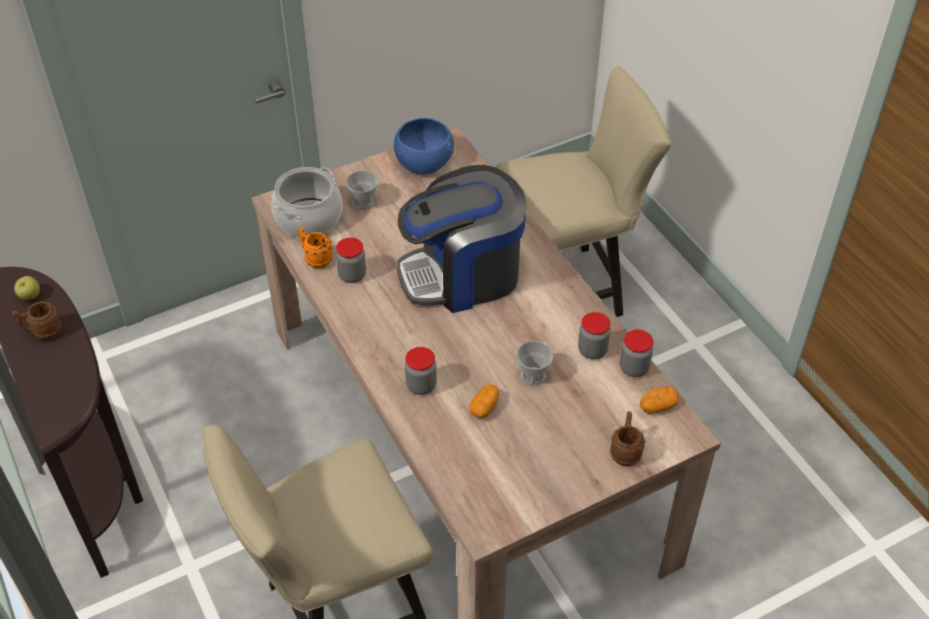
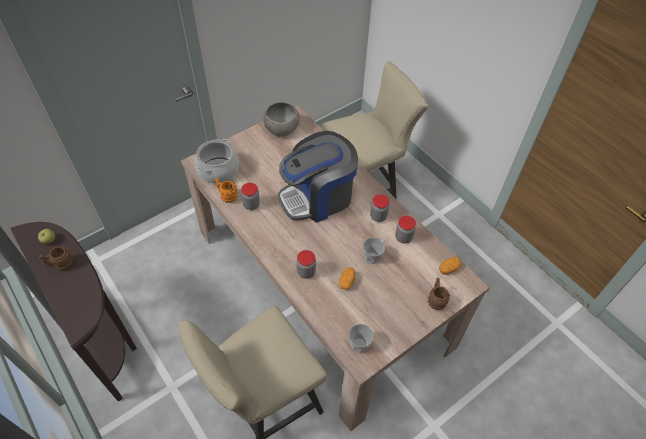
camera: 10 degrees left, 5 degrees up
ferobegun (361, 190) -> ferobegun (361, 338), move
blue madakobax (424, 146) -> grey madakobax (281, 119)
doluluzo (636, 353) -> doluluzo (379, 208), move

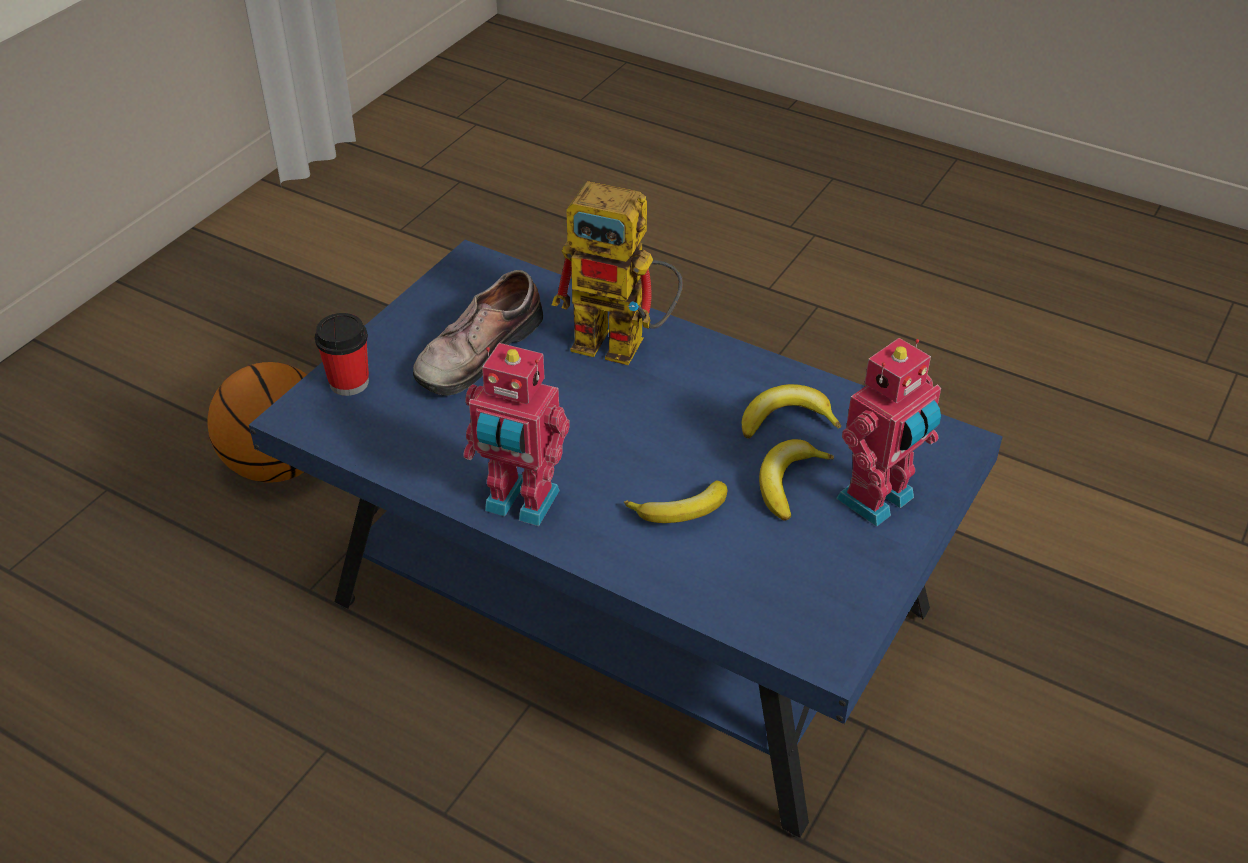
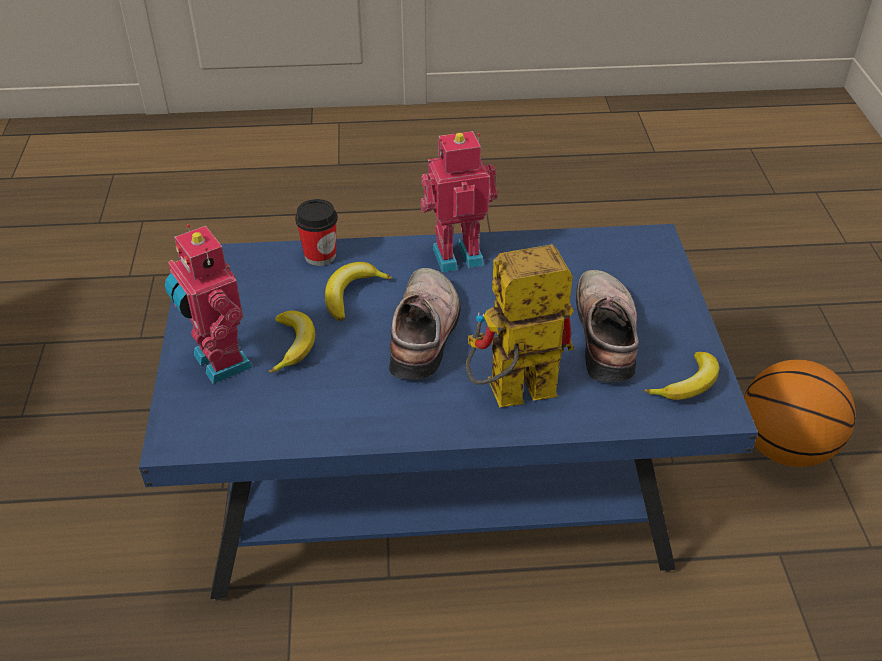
camera: 145 degrees right, 0 degrees up
ferobegun (342, 354) -> ferobegun (316, 232), move
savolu (791, 411) -> savolu (681, 376), move
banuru (888, 432) -> banuru (209, 304), 45 degrees counterclockwise
none -> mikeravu (424, 323)

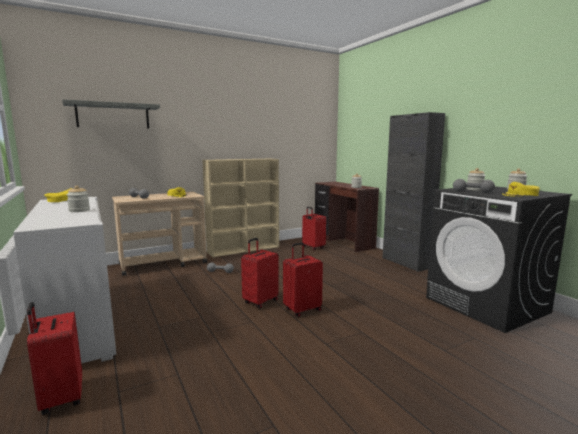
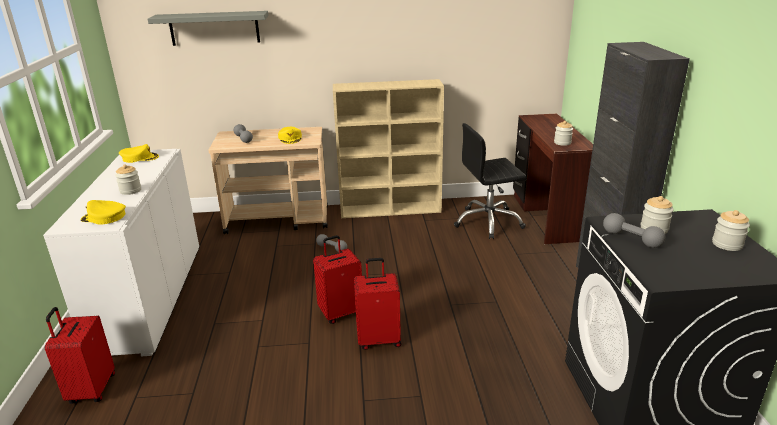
camera: 25 degrees right, 15 degrees up
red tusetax (314, 228) -> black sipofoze (490, 181)
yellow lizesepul (521, 189) -> yellow lizesepul (103, 212), move

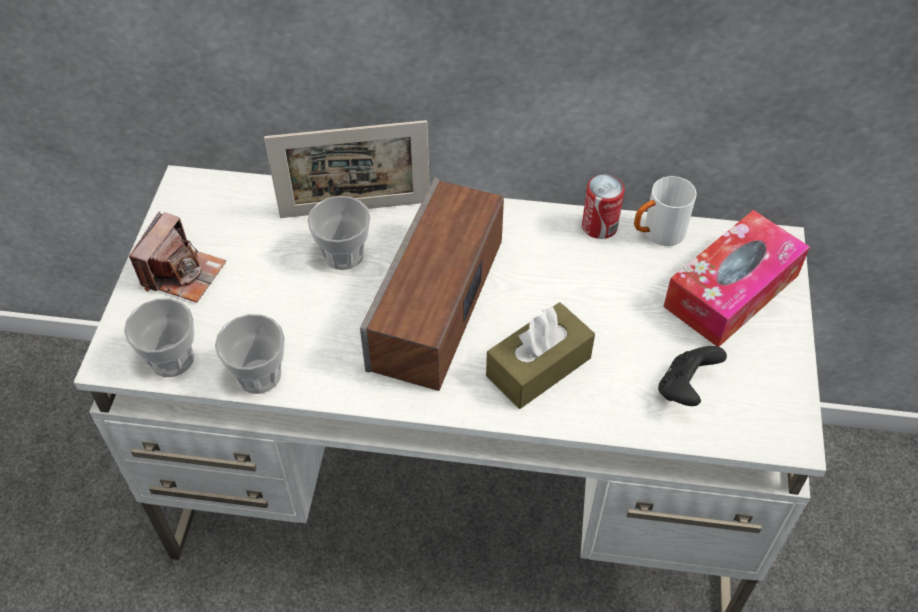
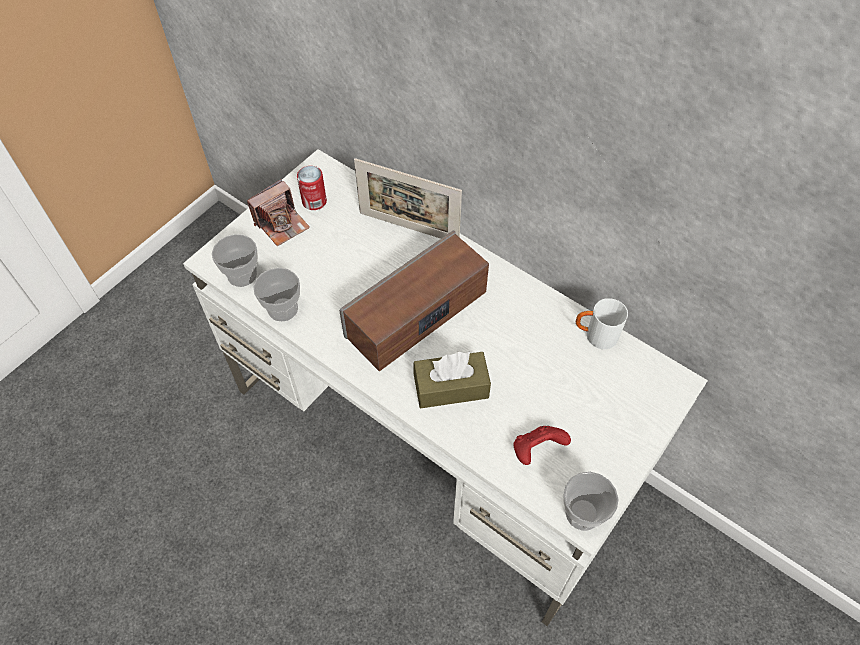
camera: 30 degrees right, 5 degrees up
ferobegun (338, 233) -> ferobegun (591, 501), move
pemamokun (603, 206) -> pemamokun (312, 188), move
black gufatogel (692, 376) -> red gufatogel (542, 445)
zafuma (736, 278) -> none

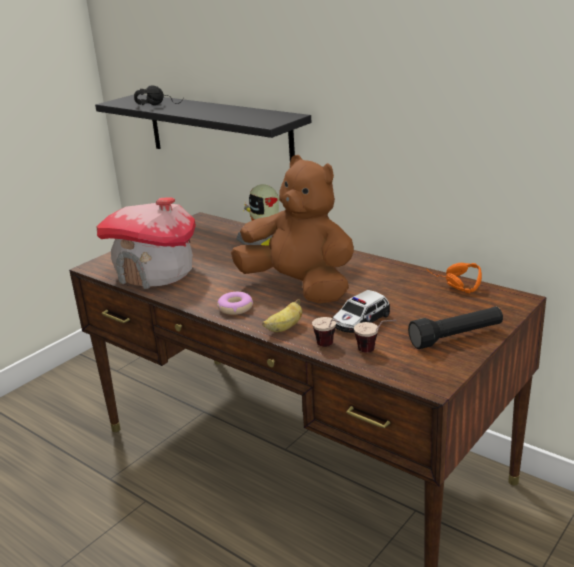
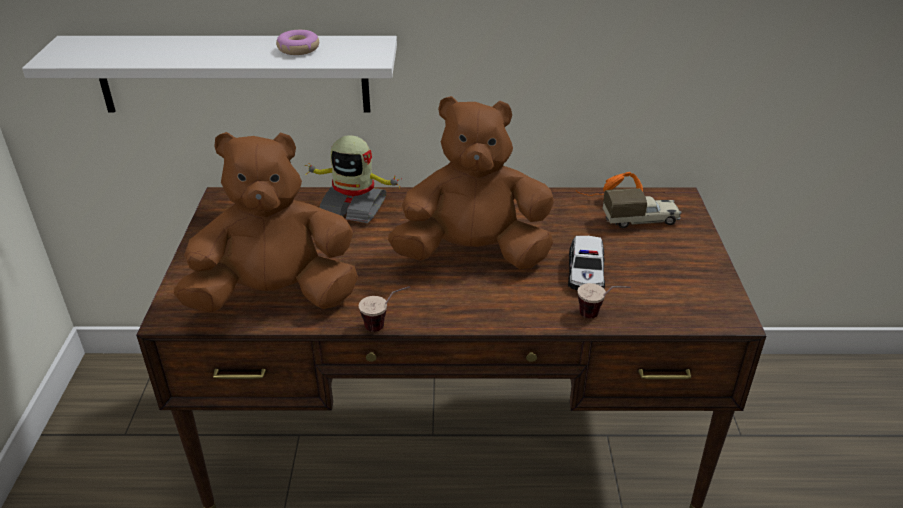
camera: 40 degrees left, 10 degrees up
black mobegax (203, 127) -> white mobegax (209, 74)
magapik (146, 243) -> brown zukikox (266, 222)
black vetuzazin (159, 95) -> none
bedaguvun (235, 303) -> bedaguvun (297, 42), move
savolu (282, 315) -> none
ferobegun (375, 336) -> ferobegun (384, 309), move
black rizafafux (455, 328) -> none
none -> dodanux (642, 208)

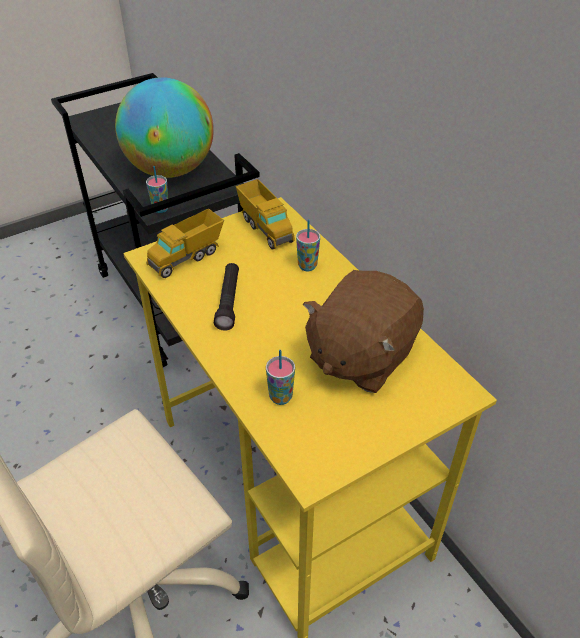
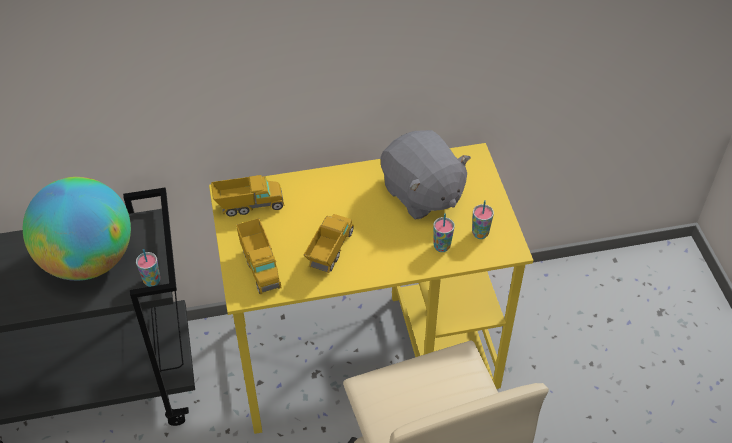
camera: 70 degrees left, 5 degrees up
black rizafafux (226, 297) -> dodanux (329, 243)
ferobegun (308, 245) -> ferobegun (483, 219), move
brown zukikox (363, 331) -> grey zukikox (425, 175)

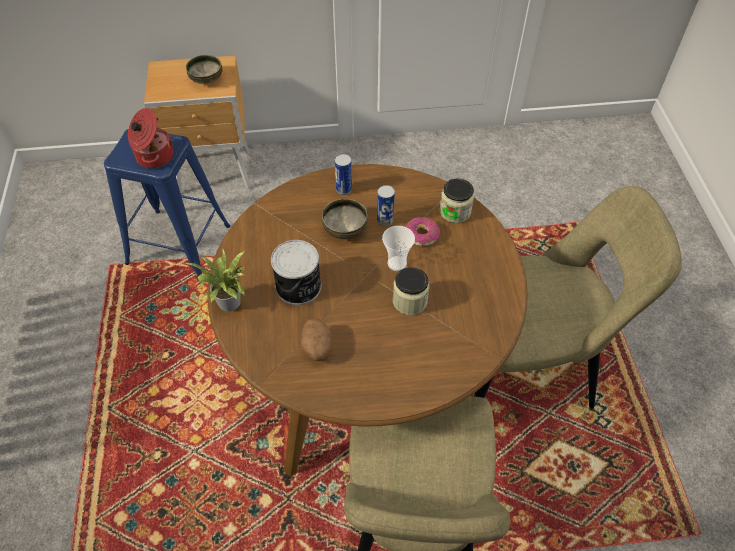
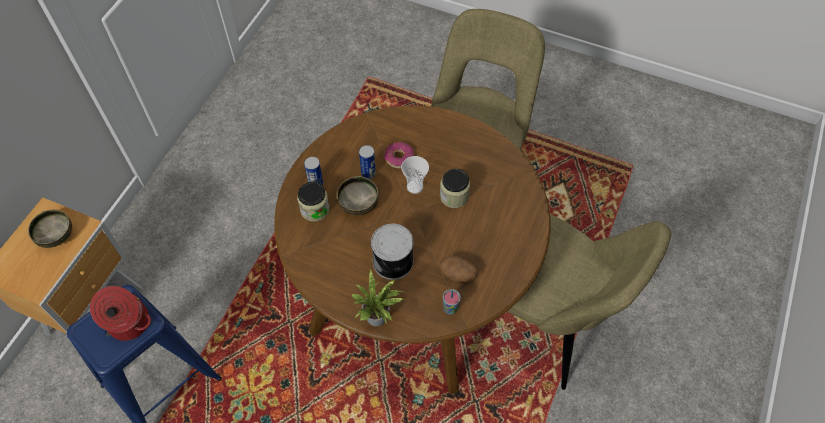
camera: 60 degrees left, 5 degrees up
doluluzo (457, 201) -> doluluzo (313, 202), move
none -> ferobegun (452, 302)

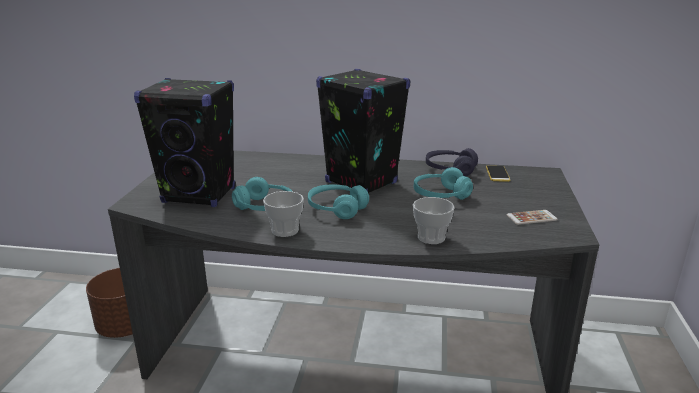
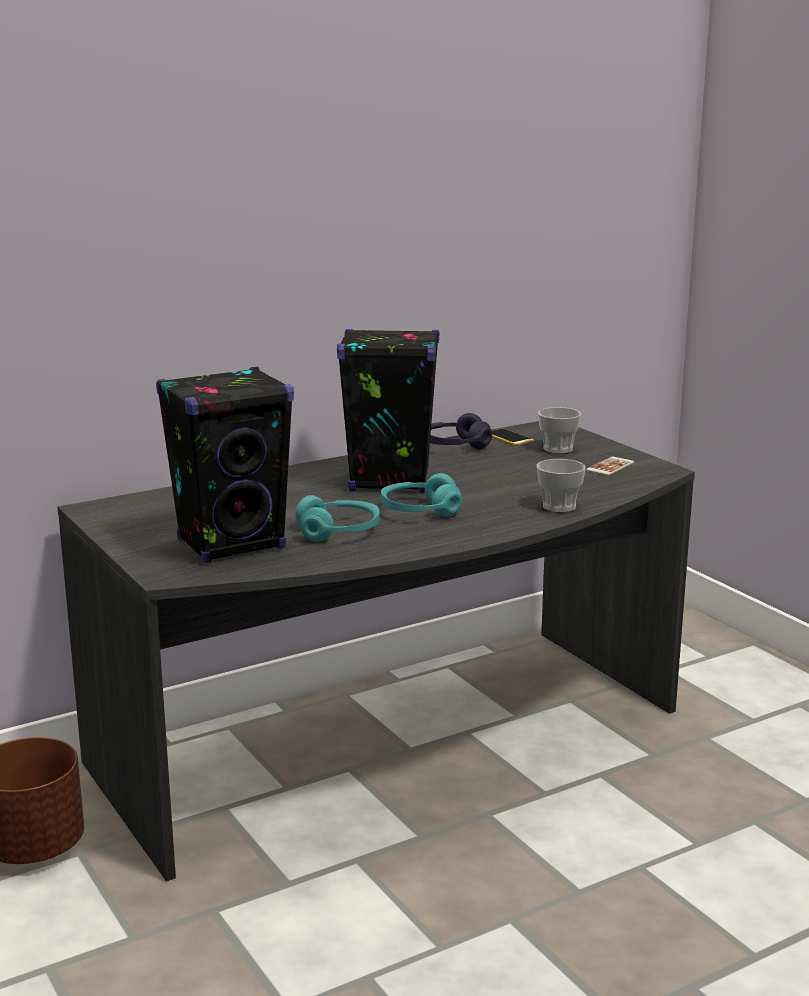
camera: 40 degrees left, 5 degrees down
ferobegun (283, 214) -> ferobegun (559, 430), move
turquoise vetuzazin (443, 183) -> none

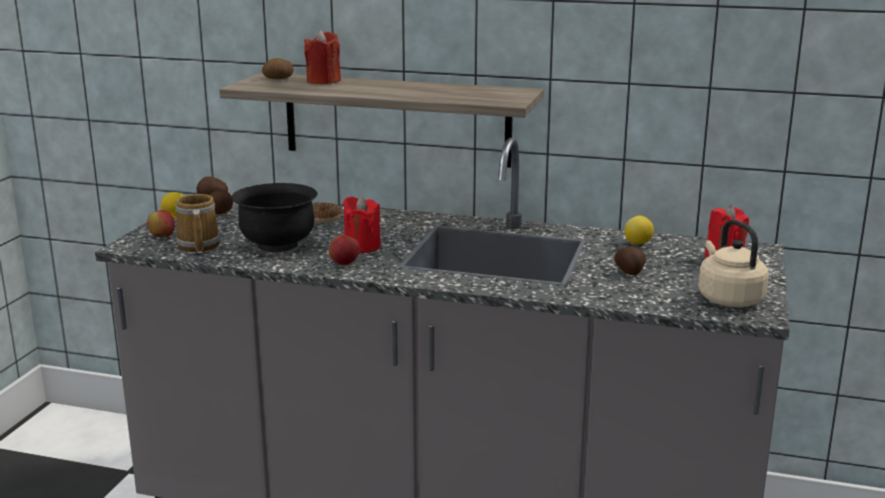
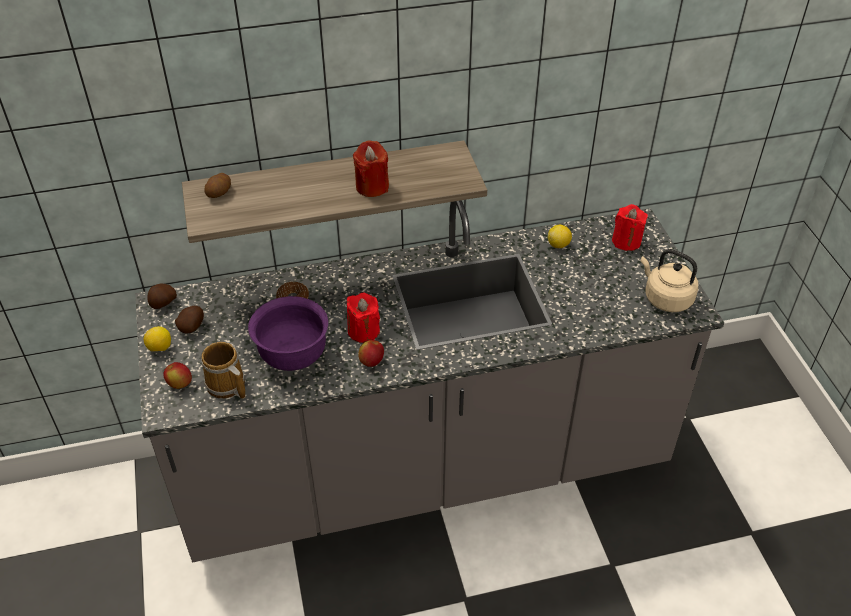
camera: 30 degrees left, 25 degrees up
black madakobax (274, 217) -> purple madakobax (288, 333)
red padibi (322, 57) -> red padibi (371, 168), move
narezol (630, 261) -> none

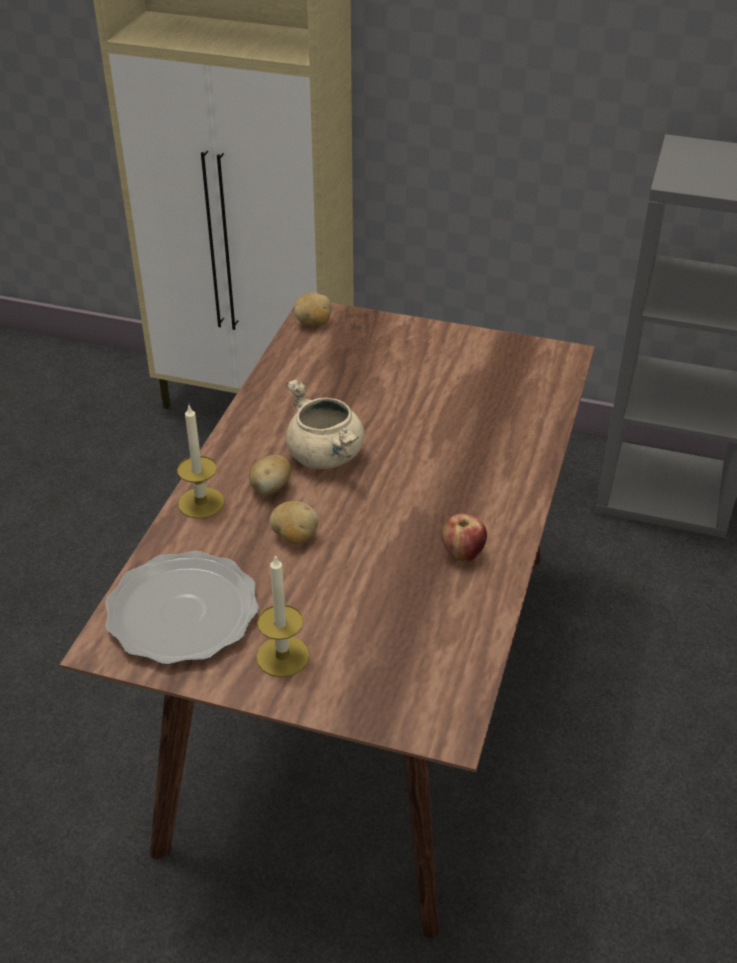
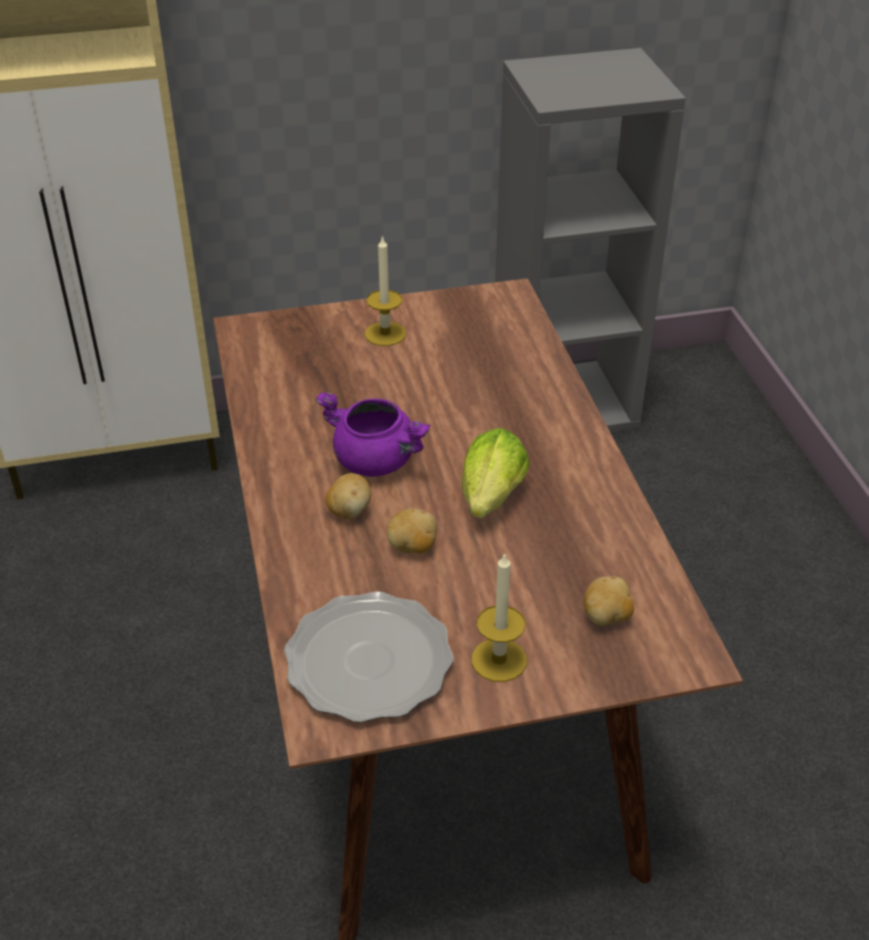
camera: 30 degrees left, 0 degrees up
padibi (200, 462) -> padibi (385, 290), move
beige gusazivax (325, 424) -> purple gusazivax (372, 435)
narezol (312, 309) -> narezol (609, 601), move
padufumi (464, 537) -> none
none -> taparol (496, 473)

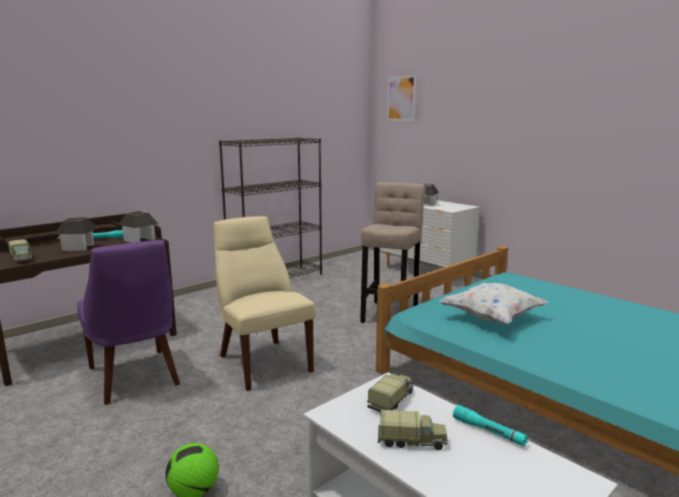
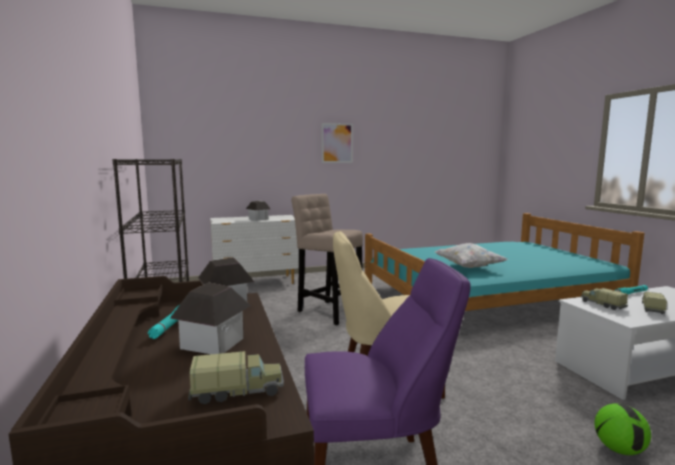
camera: 65 degrees left, 5 degrees down
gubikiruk (401, 98) -> gubikiruk (337, 143), move

